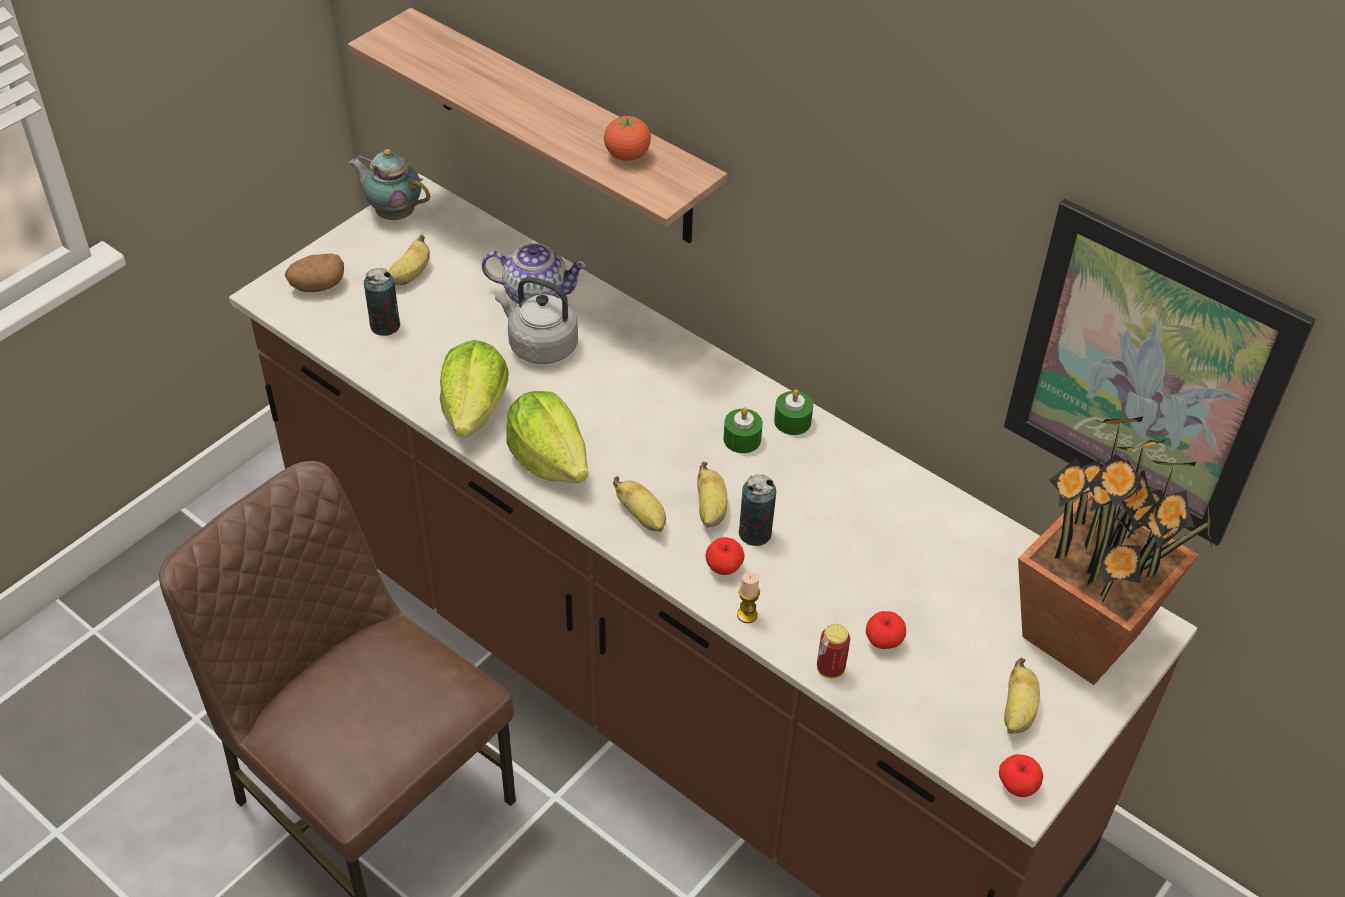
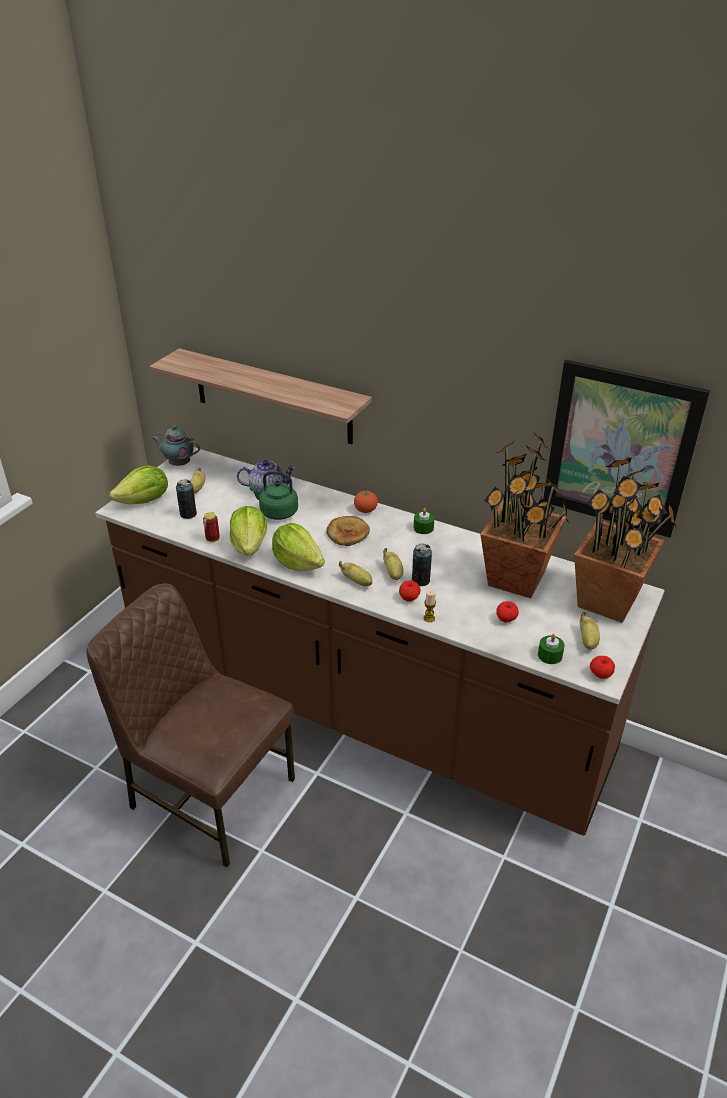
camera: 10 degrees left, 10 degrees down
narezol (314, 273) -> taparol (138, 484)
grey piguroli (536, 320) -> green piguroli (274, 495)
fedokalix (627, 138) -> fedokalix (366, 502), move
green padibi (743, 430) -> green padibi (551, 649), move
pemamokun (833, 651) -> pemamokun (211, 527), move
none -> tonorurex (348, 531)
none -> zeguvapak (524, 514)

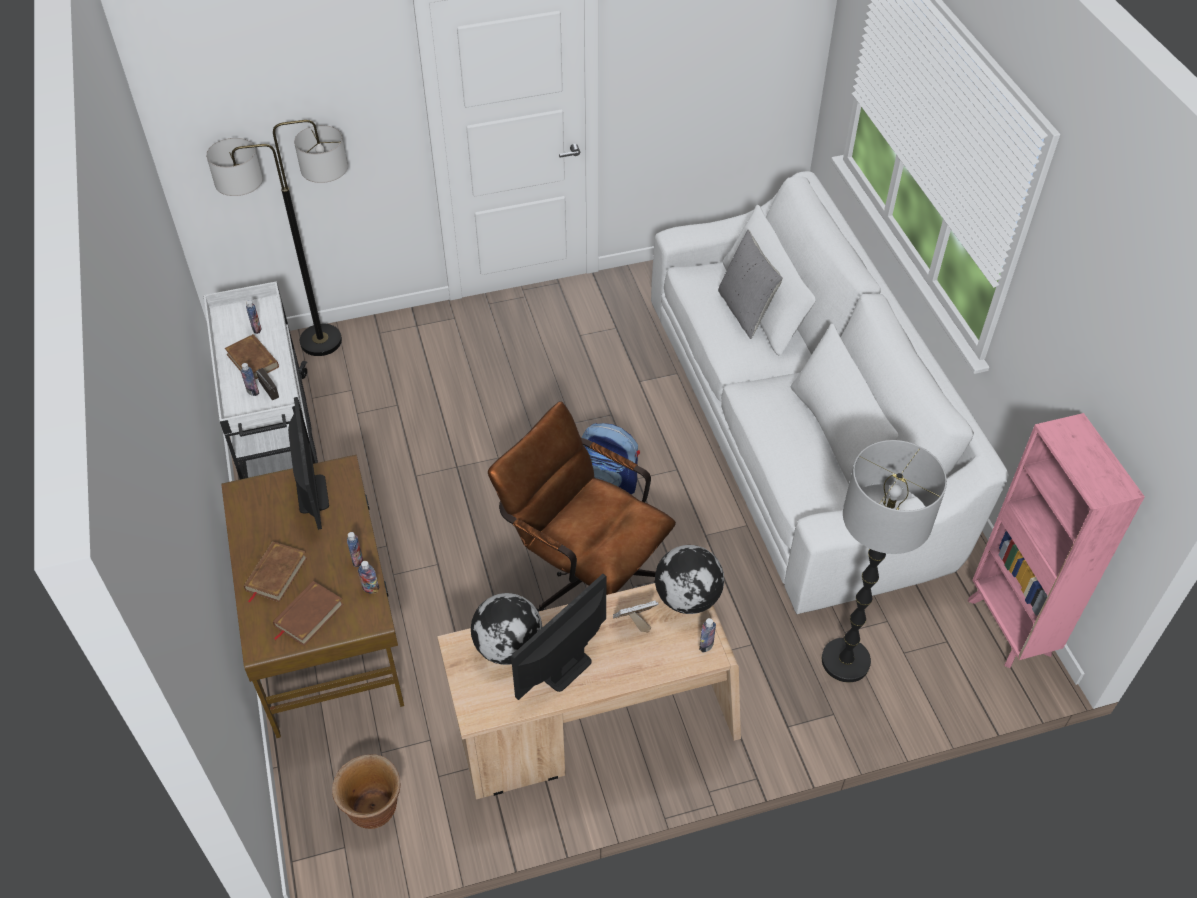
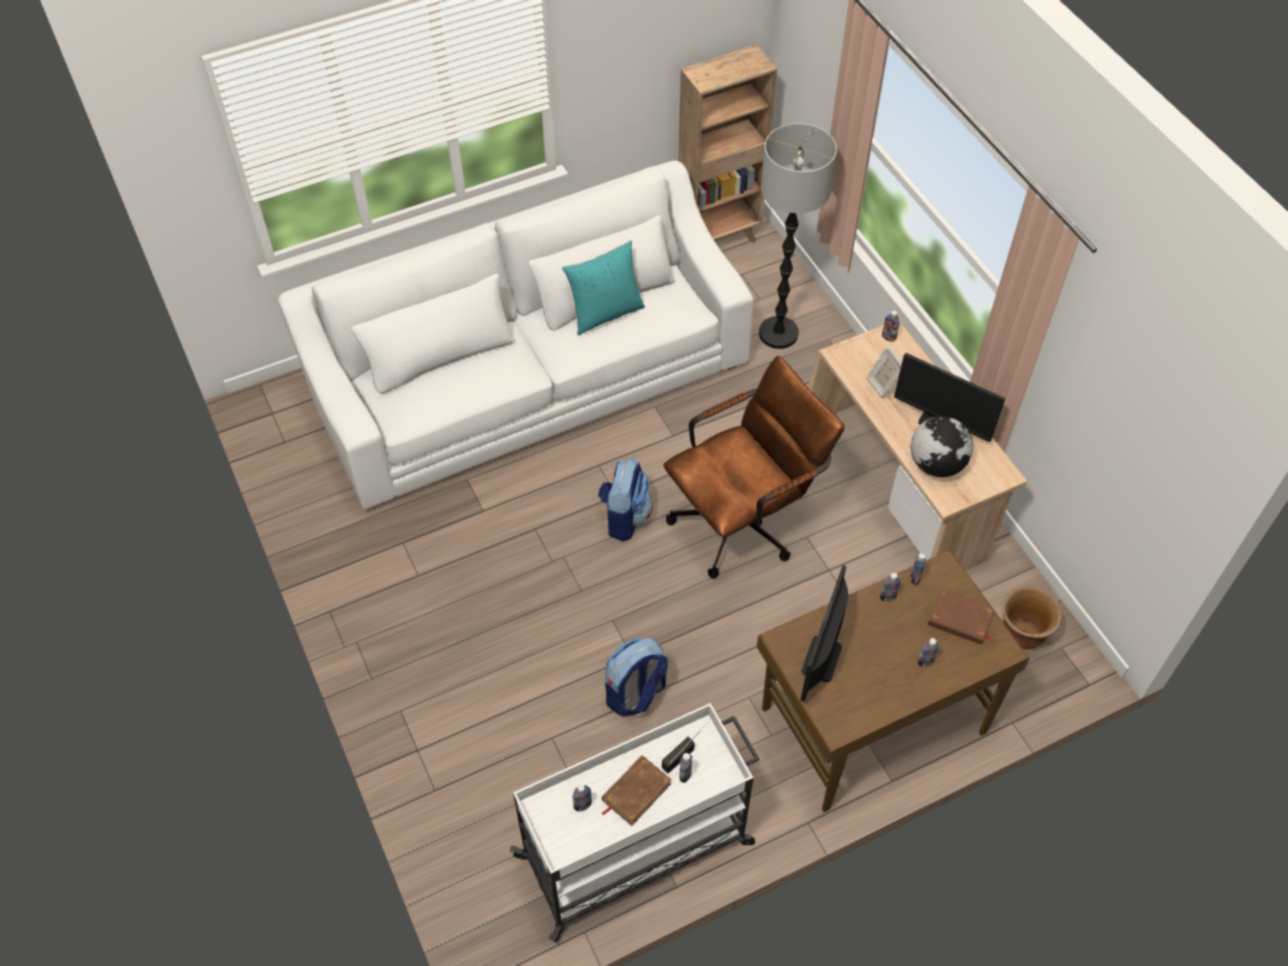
camera: 100 degrees left, 5 degrees up
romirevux (277, 238) -> none
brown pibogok (275, 572) -> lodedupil (928, 652)
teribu (308, 463) -> teribu (824, 633), 45 degrees counterclockwise
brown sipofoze (582, 506) -> brown sipofoze (754, 467), 150 degrees counterclockwise
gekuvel (689, 579) -> none
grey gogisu (750, 284) -> none
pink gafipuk (1056, 540) -> brown gafipuk (727, 144)
none -> turquoise gogisu (603, 287)
none -> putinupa (636, 677)

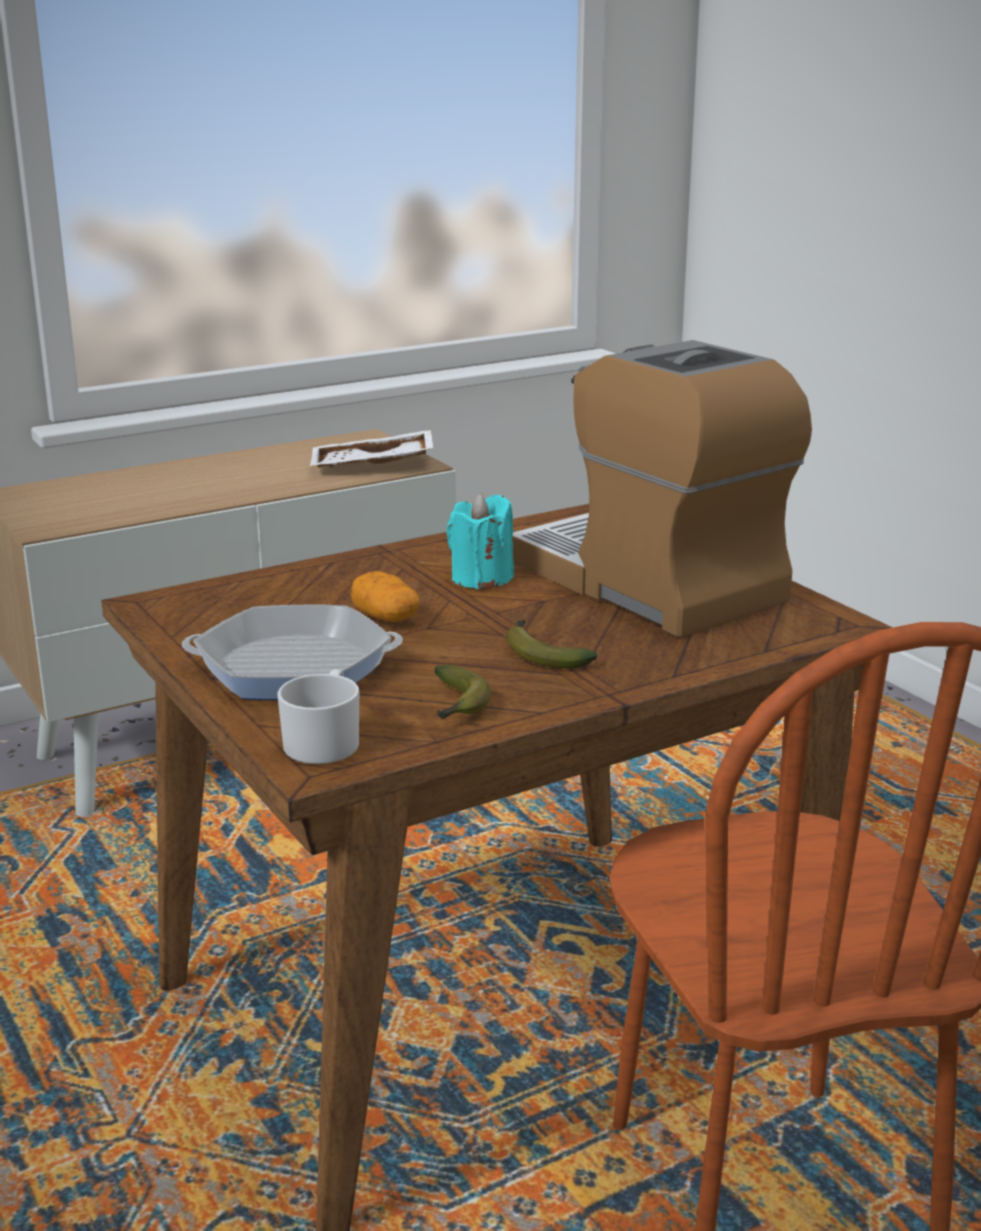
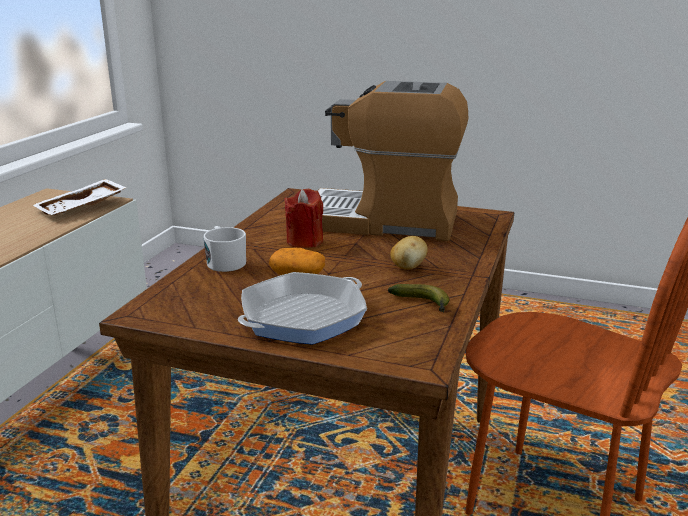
camera: 40 degrees left, 0 degrees up
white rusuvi (318, 716) -> white rusuvi (224, 249), move
turquoise padibi (480, 541) -> red padibi (303, 218)
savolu (551, 644) -> narezol (409, 253)

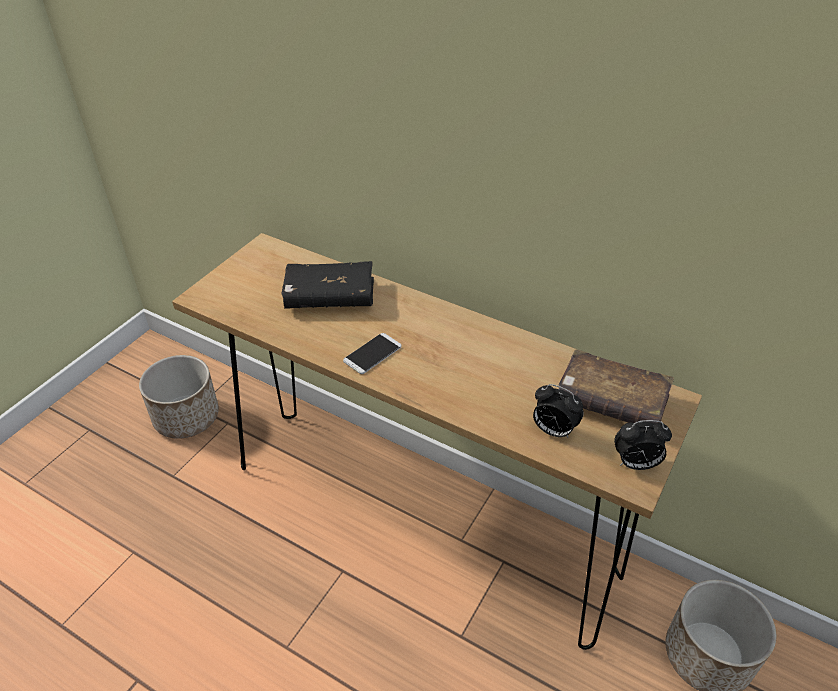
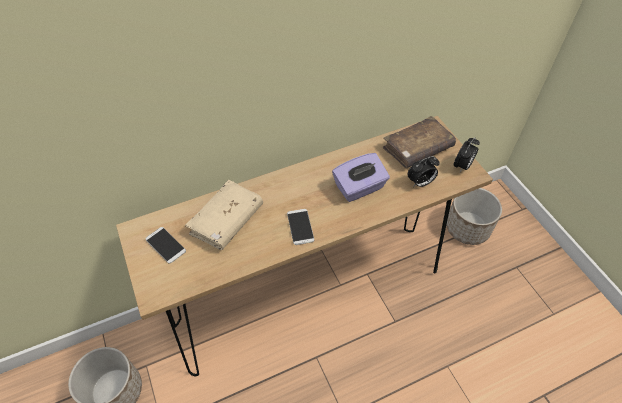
camera: 55 degrees left, 10 degrees up
black pibogok (327, 285) -> beige pibogok (224, 215)
none -> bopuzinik (166, 245)
none -> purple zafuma (361, 177)

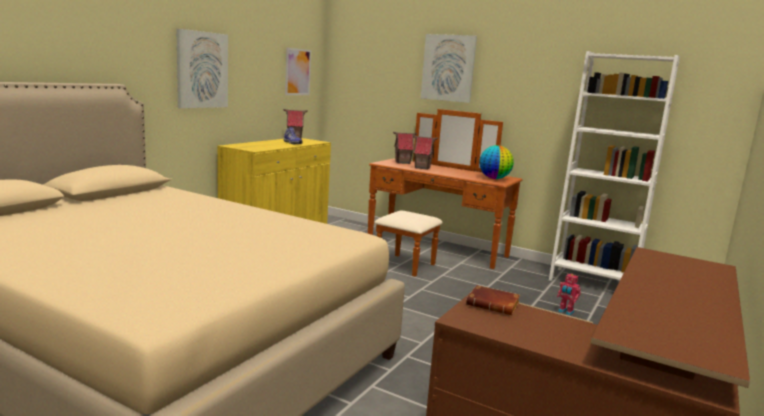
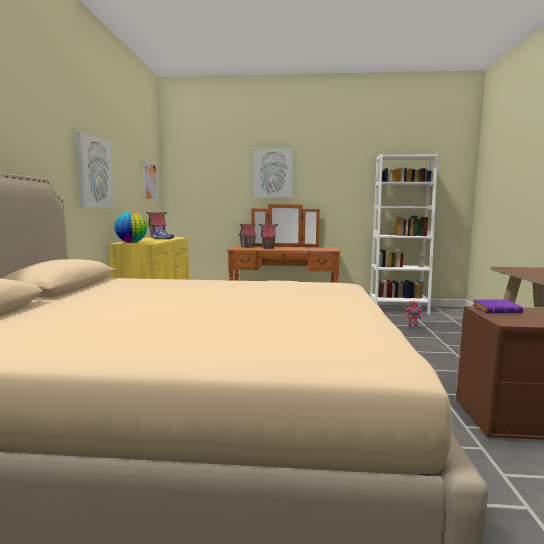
camera: 25 degrees left, 5 degrees down
brown pibogok (493, 300) -> purple pibogok (498, 306)
gekuvel (496, 162) -> gekuvel (130, 227), move

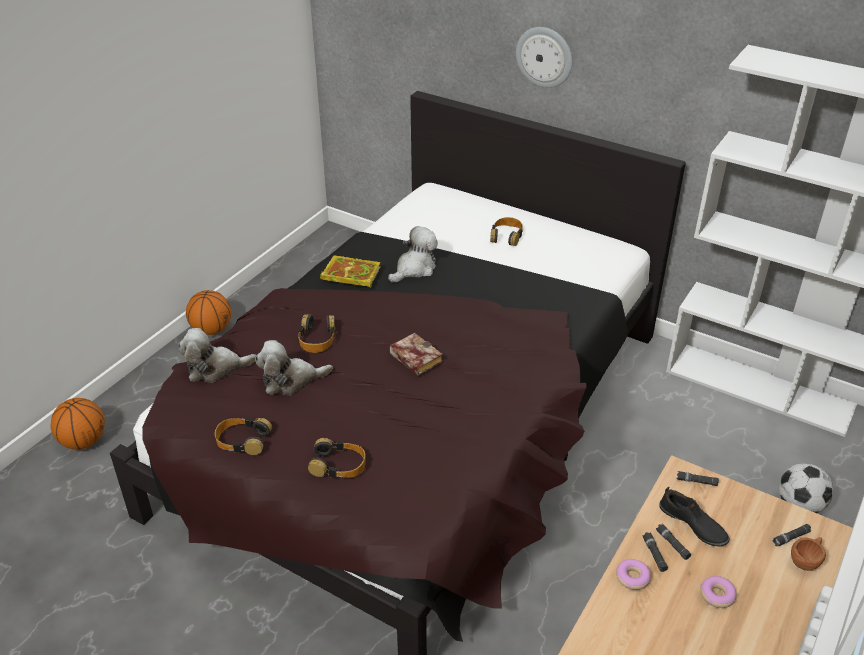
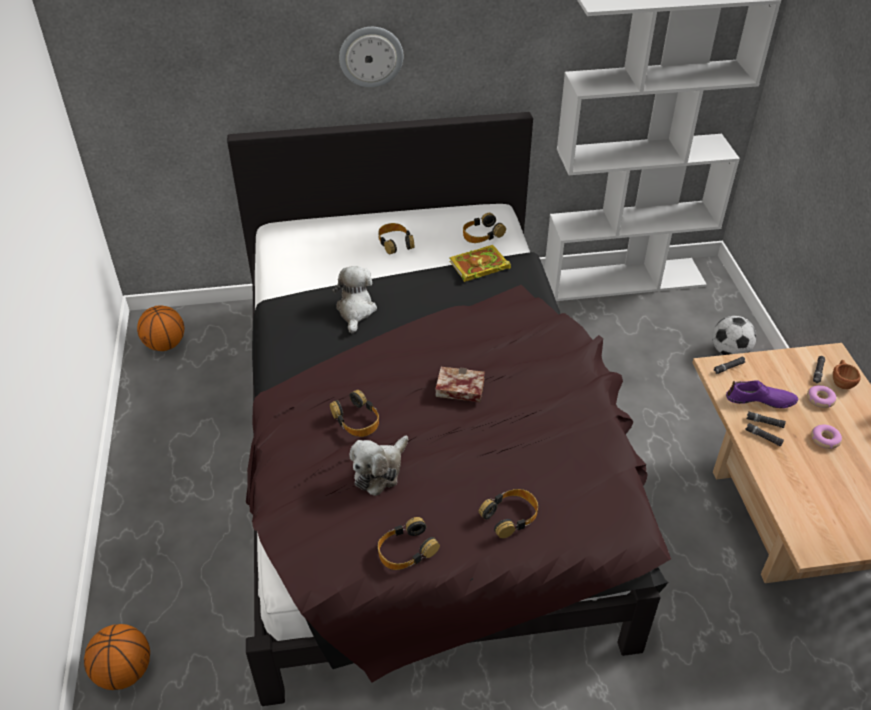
camera: 40 degrees left, 5 degrees up
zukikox (217, 355) -> none
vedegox (208, 312) -> vedegox (160, 328), move
pibogok (350, 271) -> pibogok (480, 263), move
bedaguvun (633, 574) -> bedaguvun (822, 396), move
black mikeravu (694, 516) -> purple mikeravu (762, 394)
none -> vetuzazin (484, 228)

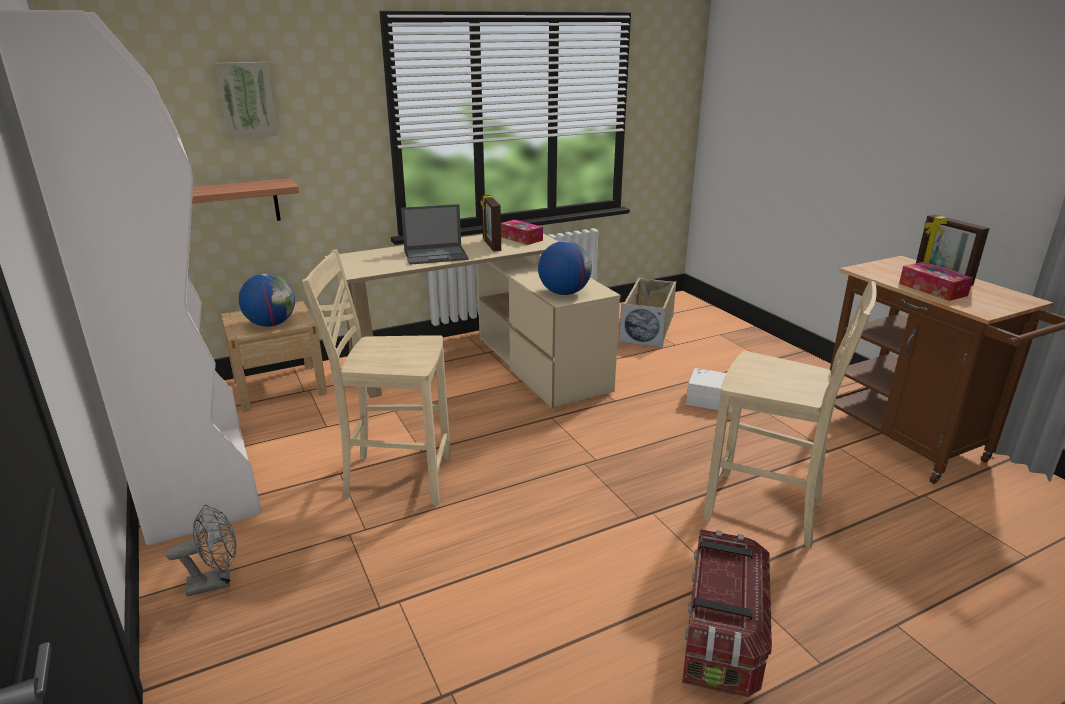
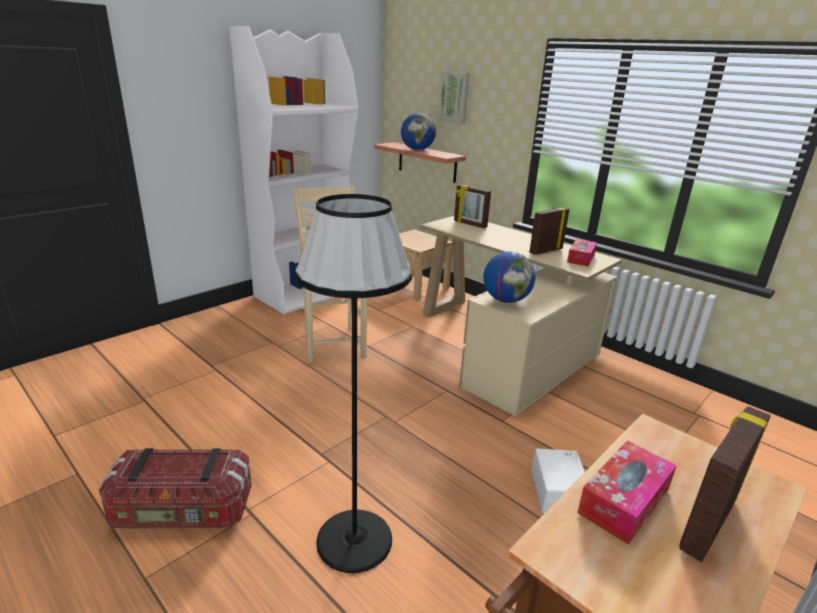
camera: 70 degrees right, 0 degrees up
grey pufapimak (201, 551) -> none
gekuvel (267, 300) -> gekuvel (418, 131), move
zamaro (435, 234) -> none
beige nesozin (647, 313) -> none
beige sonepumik (790, 413) -> black romirevux (353, 383)
none -> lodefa (472, 206)

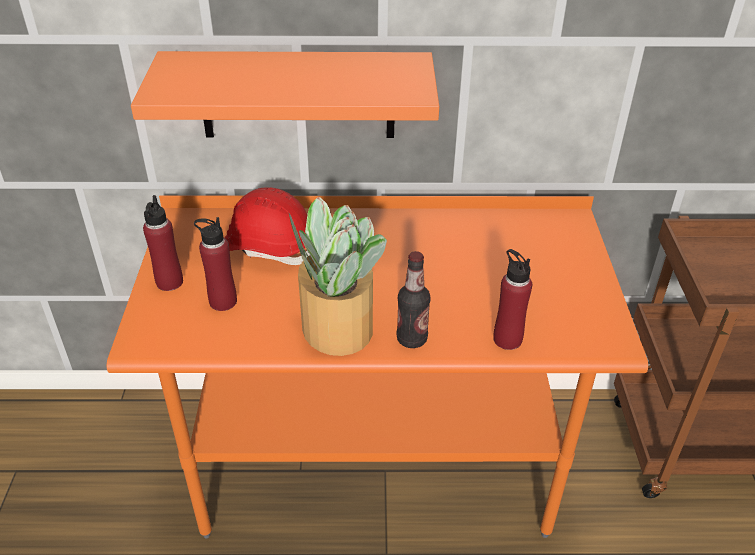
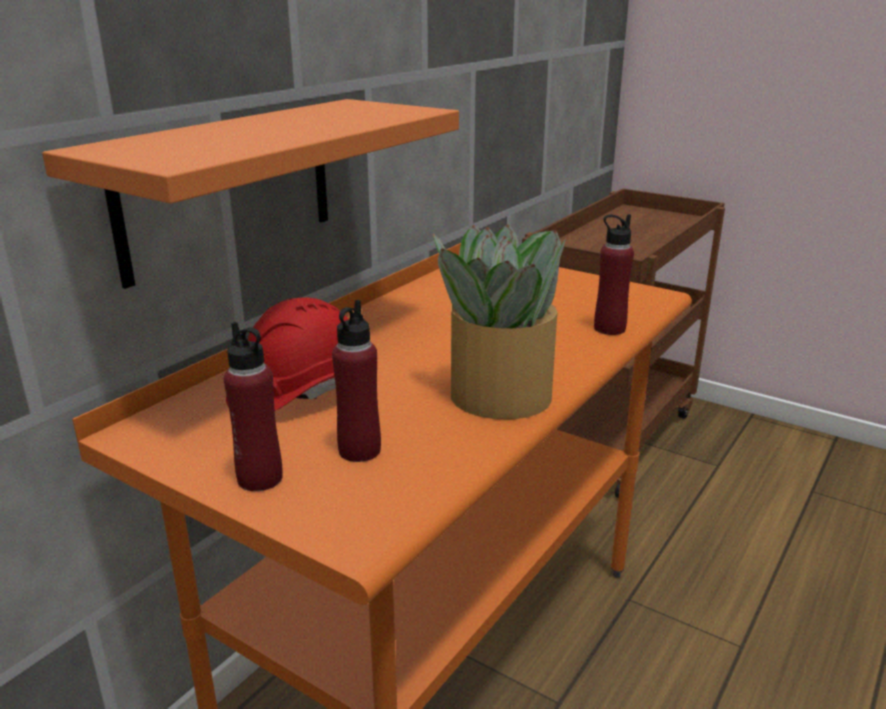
camera: 55 degrees left, 15 degrees down
lodedupil (414, 299) -> none

